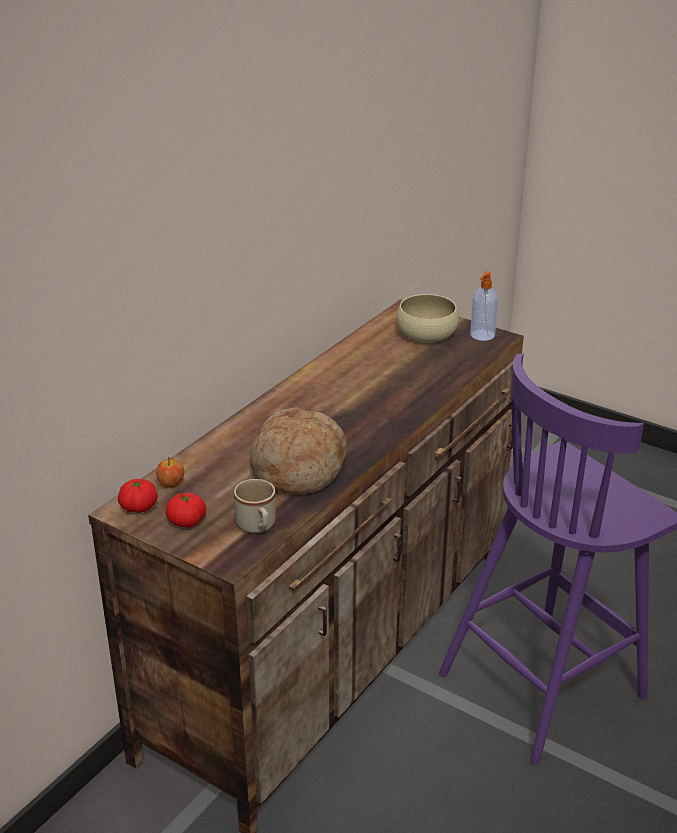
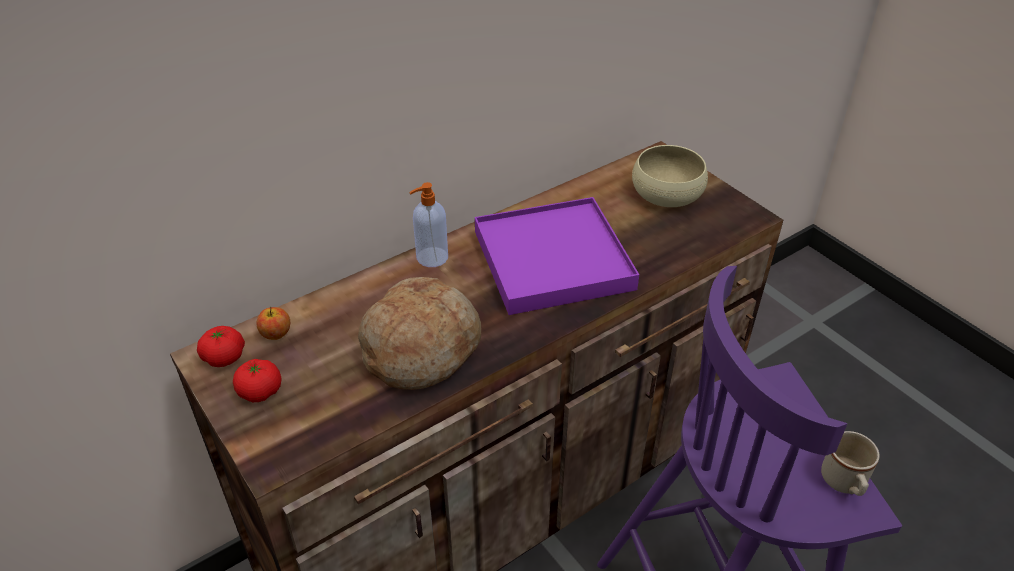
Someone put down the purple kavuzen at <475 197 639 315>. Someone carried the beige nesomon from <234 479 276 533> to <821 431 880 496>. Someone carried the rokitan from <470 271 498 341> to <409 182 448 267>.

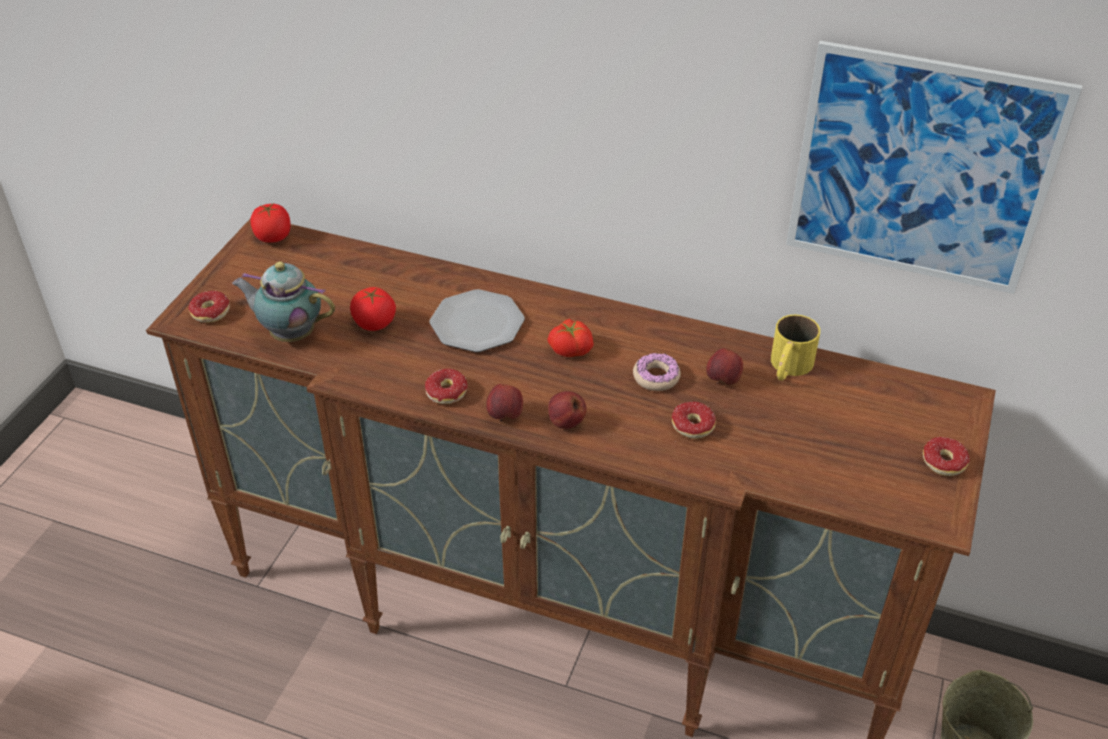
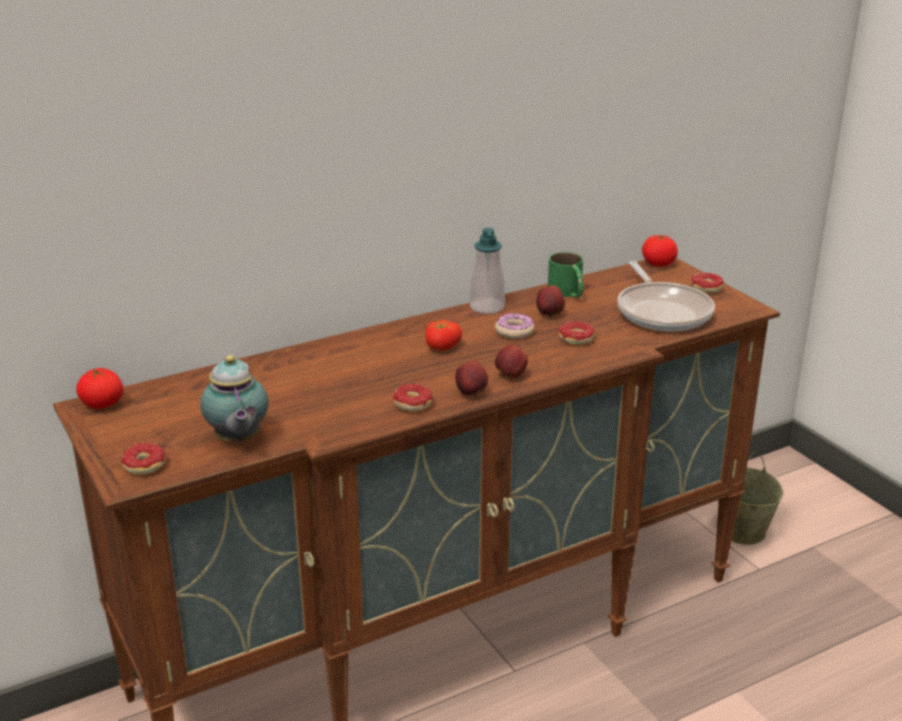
Someone took away the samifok at <430 289 525 352>. Someone took away the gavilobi at <786 41 1083 294>. Someone put down the rokitan at <470 228 505 314>. Someone put down the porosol at <617 261 715 331>. Someone carried the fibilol from <350 287 396 331> to <642 235 678 267>. Someone repainted the yellow nesomon at <771 314 820 380>, which became the green nesomon at <548 252 583 298>. Someone rotated the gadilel at <232 262 335 342> by 75 degrees counterclockwise.

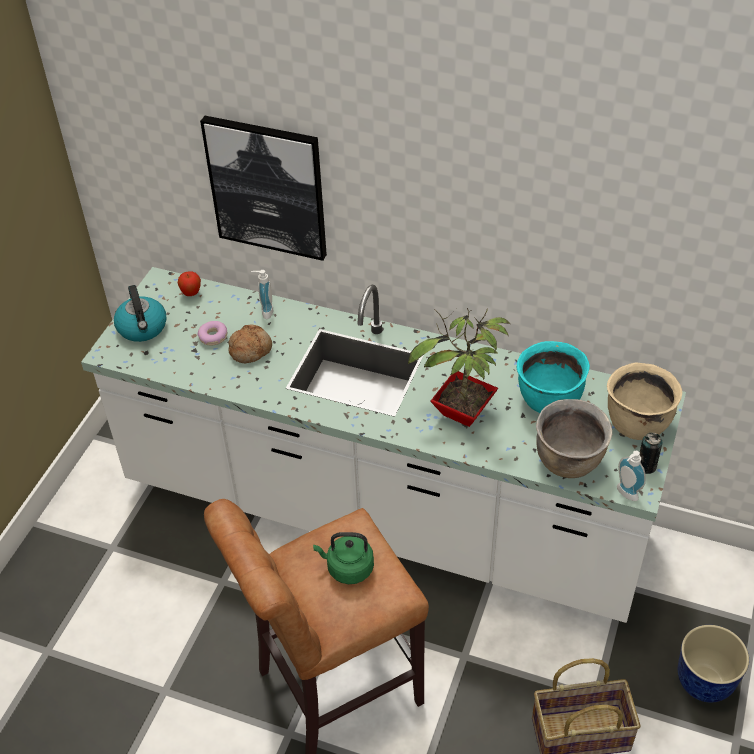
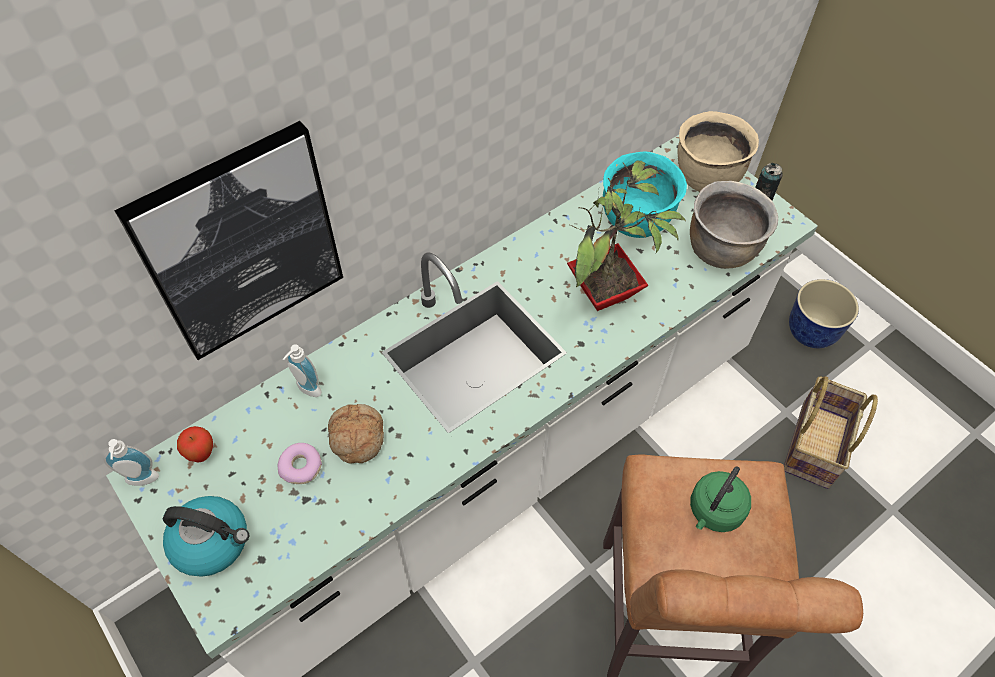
Someone carried the rokitan from <617 451 646 501> to <103 439 159 486>.

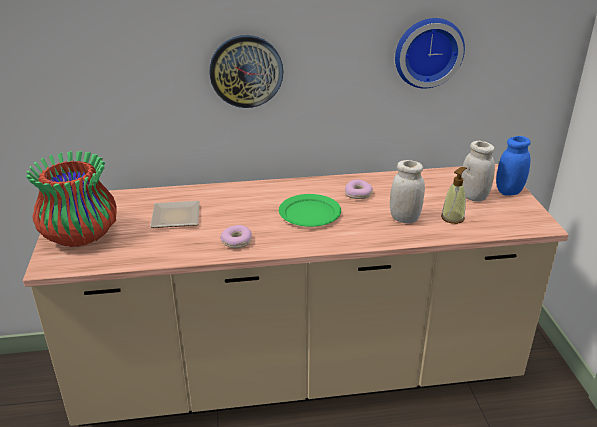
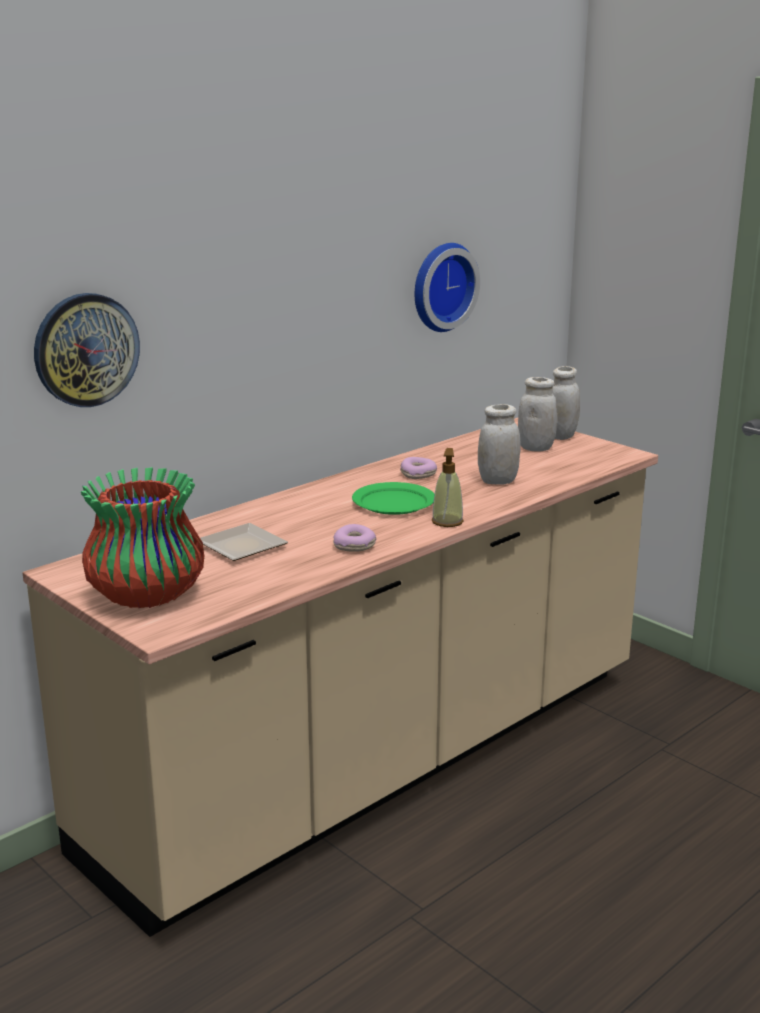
Someone carried the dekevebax from <210 35 283 108> to <34 293 140 407>. Someone carried the rokitan from <441 167 467 224> to <432 448 464 527>. Someone repainted the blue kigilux at <496 136 531 196>, which became the white kigilux at <552 366 580 440>.

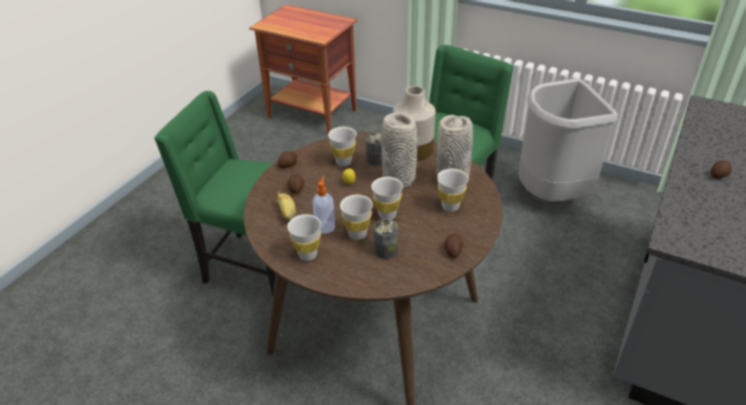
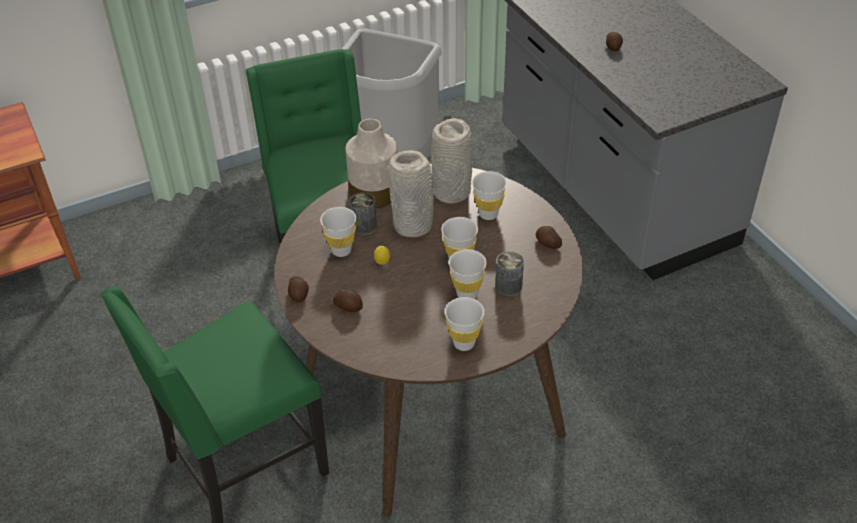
Someone took away the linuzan at <277 190 296 220>. Someone took away the rokitan at <313 176 335 234>.

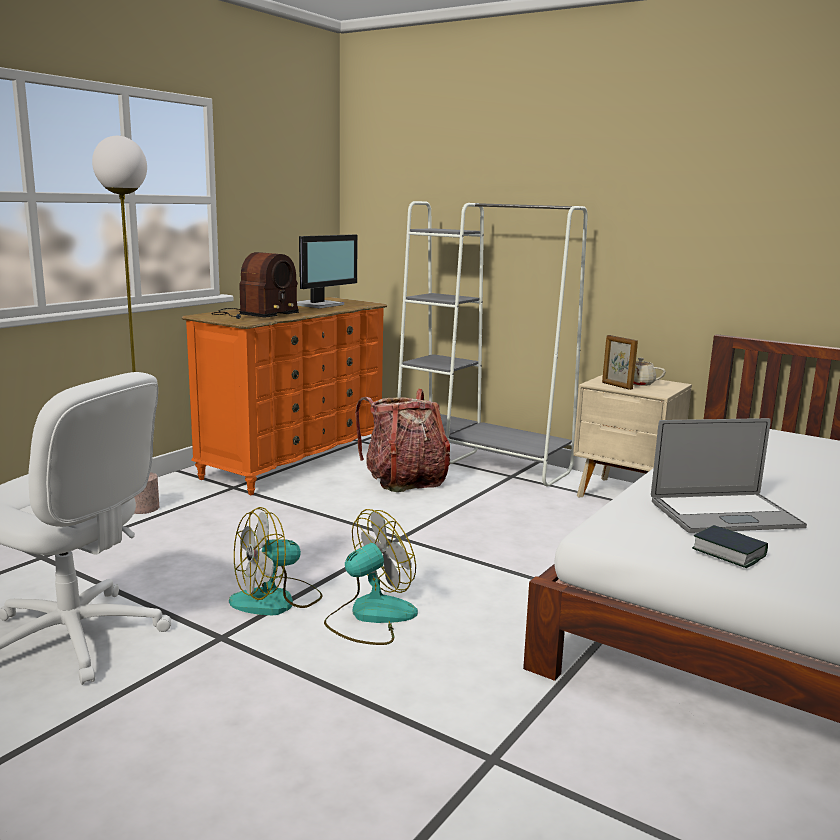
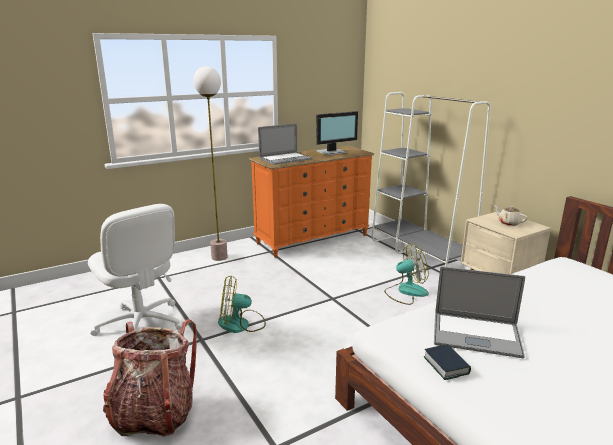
Someone took away the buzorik at <602 335 638 390>. Someone carried the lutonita from <324 509 418 645> to <384 244 429 305>. Someone carried the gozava from <355 389 450 492> to <103 319 197 437>. Someone swapped the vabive at <211 252 299 319> for the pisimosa at <258 123 313 165>.

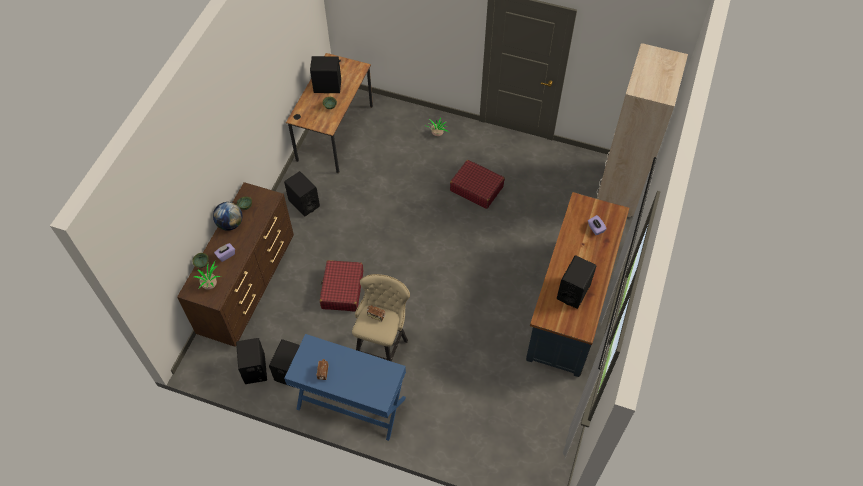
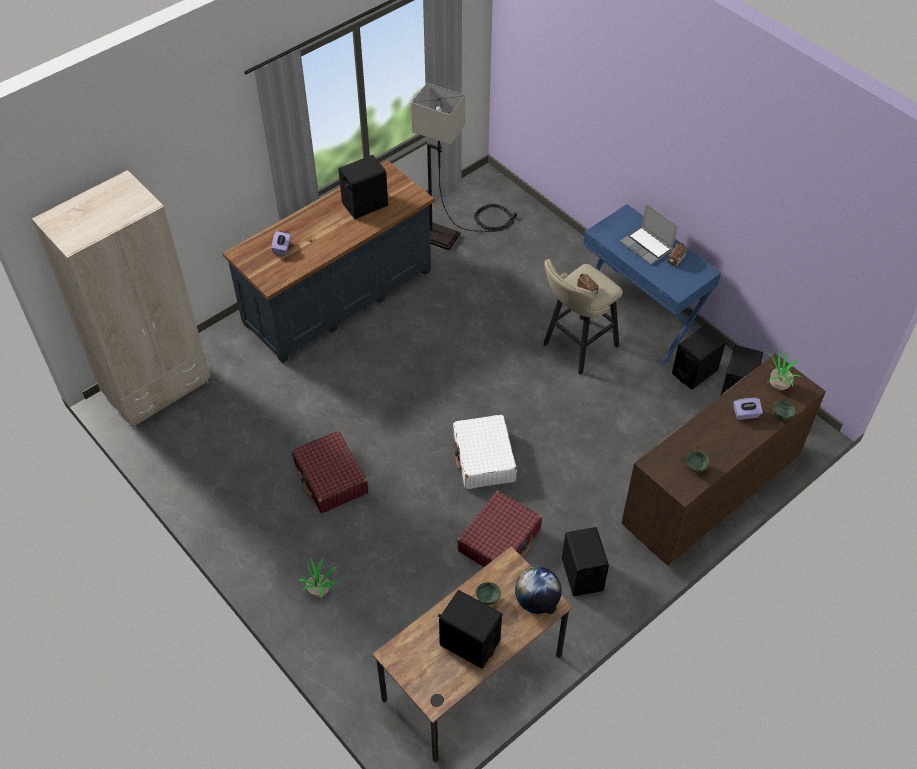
Someone put down the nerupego at <411 83 517 250>. Someone put down the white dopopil at <453 415 517 489>. Someone put down the pisimosa at <620 204 678 265>. Someone carried the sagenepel from <213 202 243 231> to <515 567 562 614>. Someone carried the red dopopil from <320 260 363 312> to <457 491 542 567>.

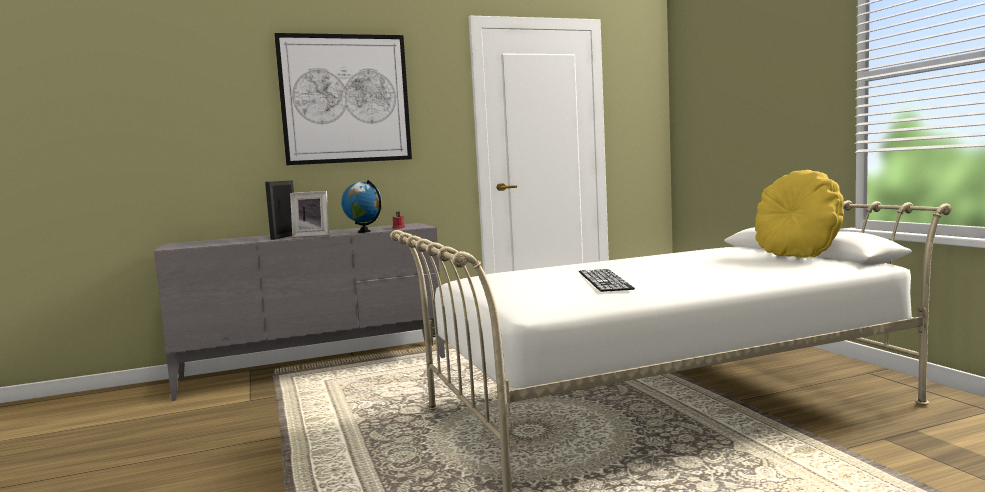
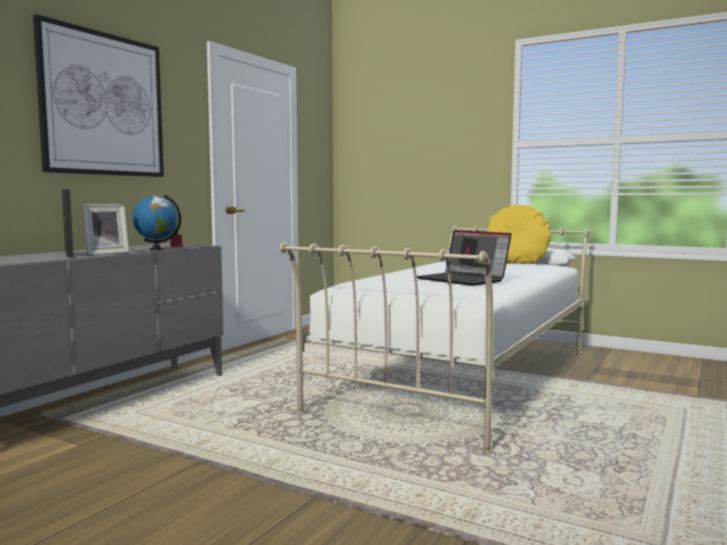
Someone swapped the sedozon at <579 269 635 292> for the pisimosa at <417 230 511 286>.

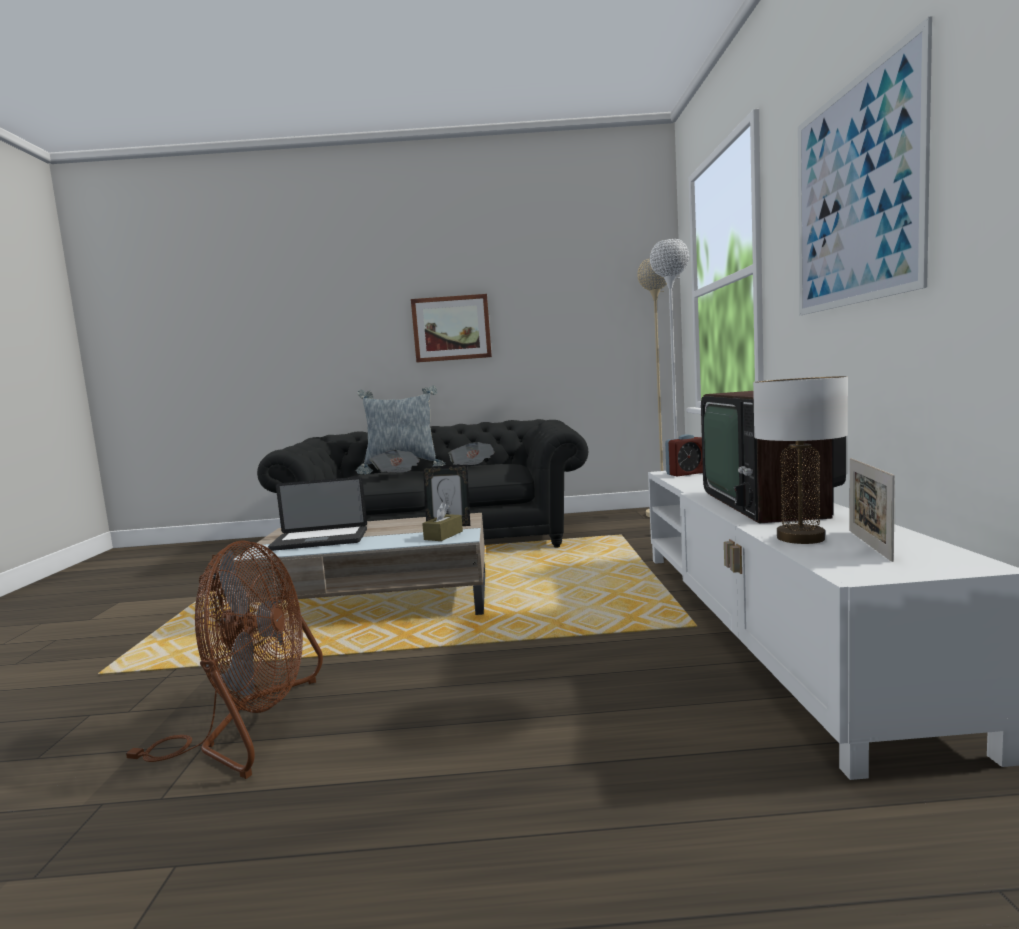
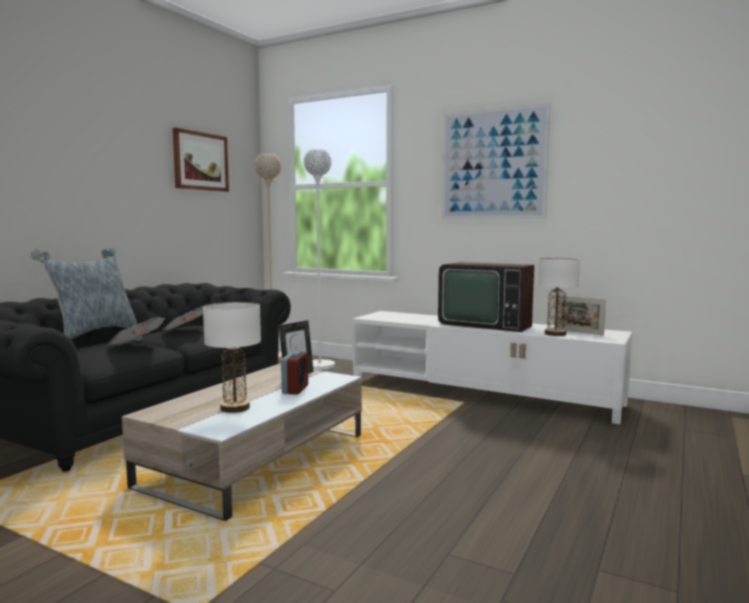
Someone took away the brown lutonita at <126 540 323 779>. Someone took away the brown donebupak at <422 503 463 541>. Someone carried the gavilobi from <411 294 492 363> to <173 127 229 192>. Someone carried the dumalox from <665 434 703 476> to <281 351 308 395>. Someone swapped the pisimosa at <268 477 367 551> for the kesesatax at <203 302 261 413>.

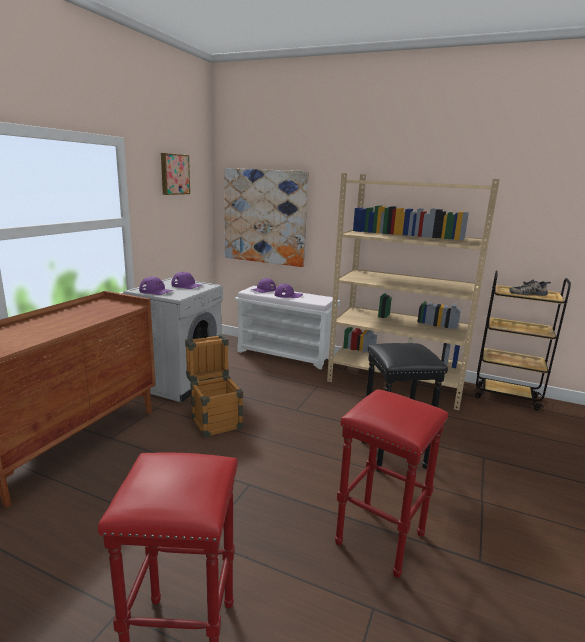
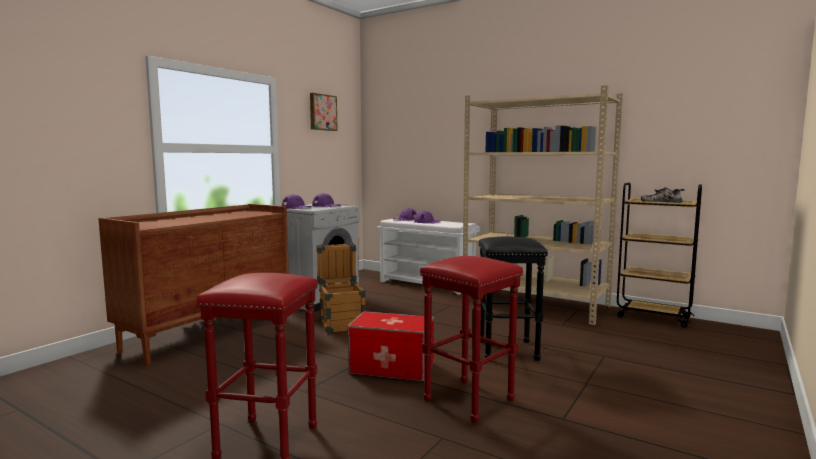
Someone took away the gavilobi at <224 168 309 267>. Someone put down the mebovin at <348 311 434 382>.

